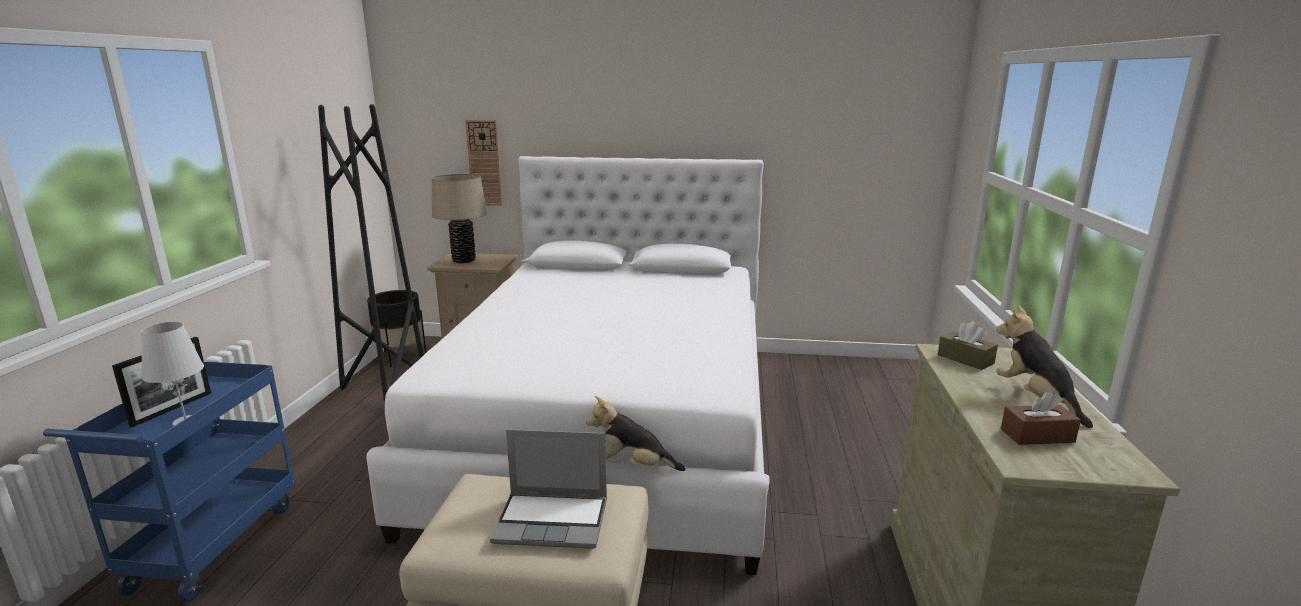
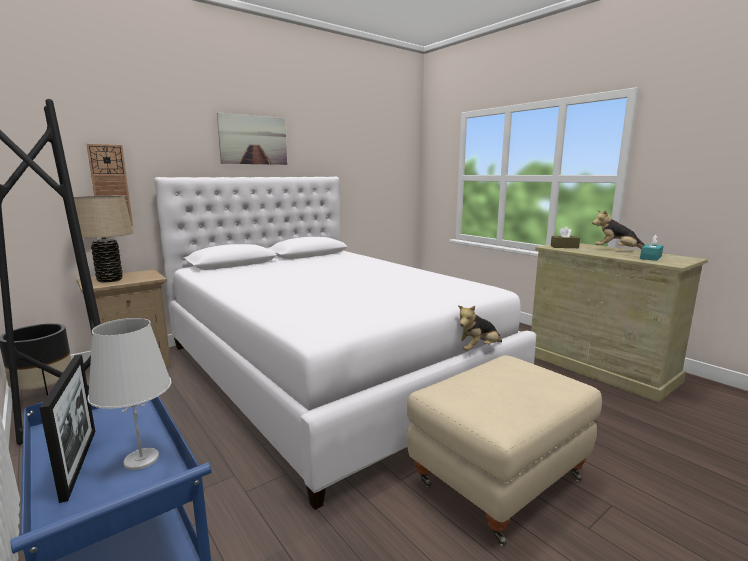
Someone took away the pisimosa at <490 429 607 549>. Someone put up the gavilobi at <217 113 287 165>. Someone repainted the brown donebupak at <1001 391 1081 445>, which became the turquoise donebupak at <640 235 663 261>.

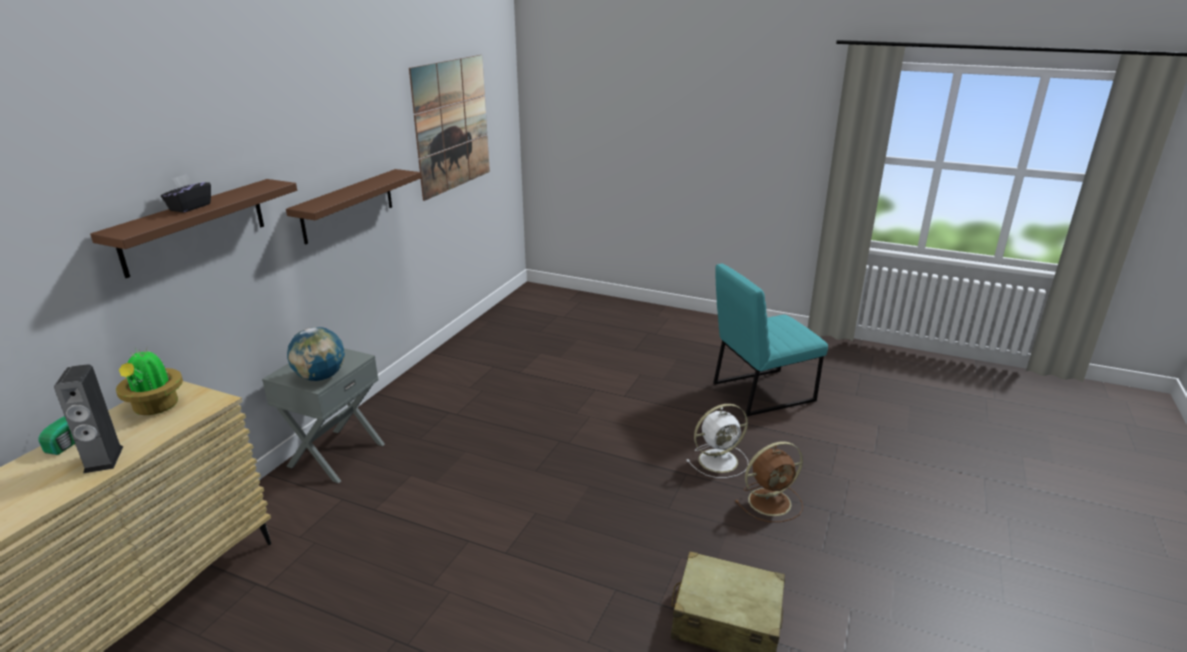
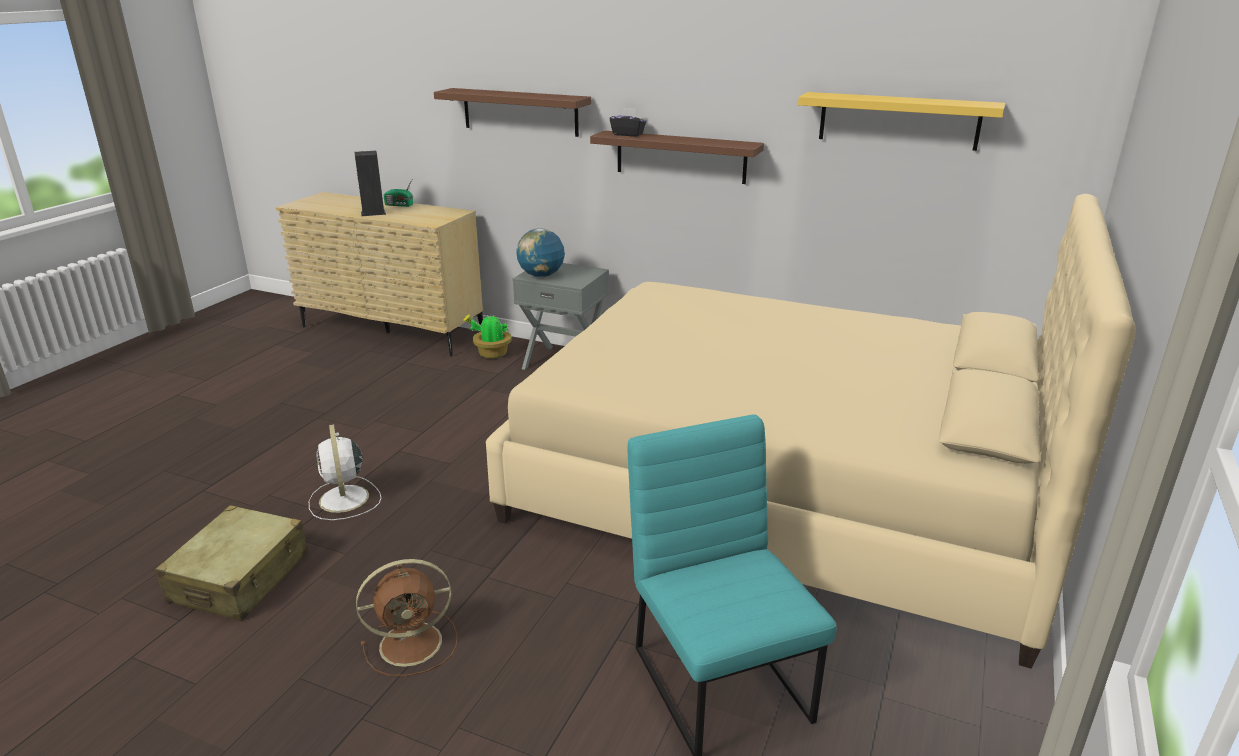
Someone put down the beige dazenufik at <486 194 1136 668>. Someone carried the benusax from <116 348 183 415> to <463 314 512 359>. Someone carried the black donebupak from <161 174 211 213> to <610 107 646 137>. Someone carried the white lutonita from <686 404 748 478> to <309 424 381 520>. Someone swapped the gavilobi at <409 55 490 201> for the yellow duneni at <798 92 1005 151>. Someone rotated the brown lutonita at <735 441 803 522> by 90 degrees counterclockwise.

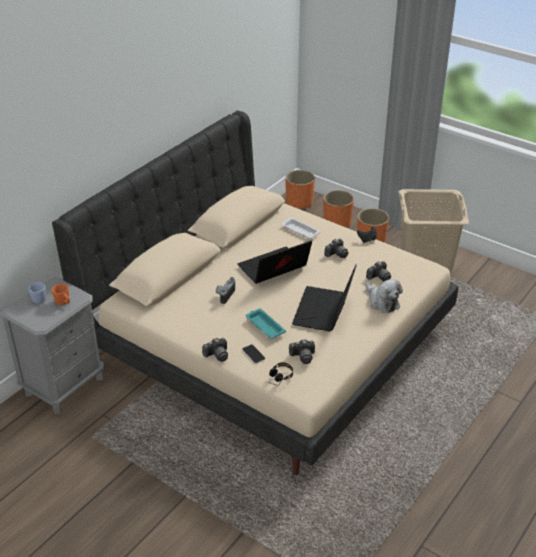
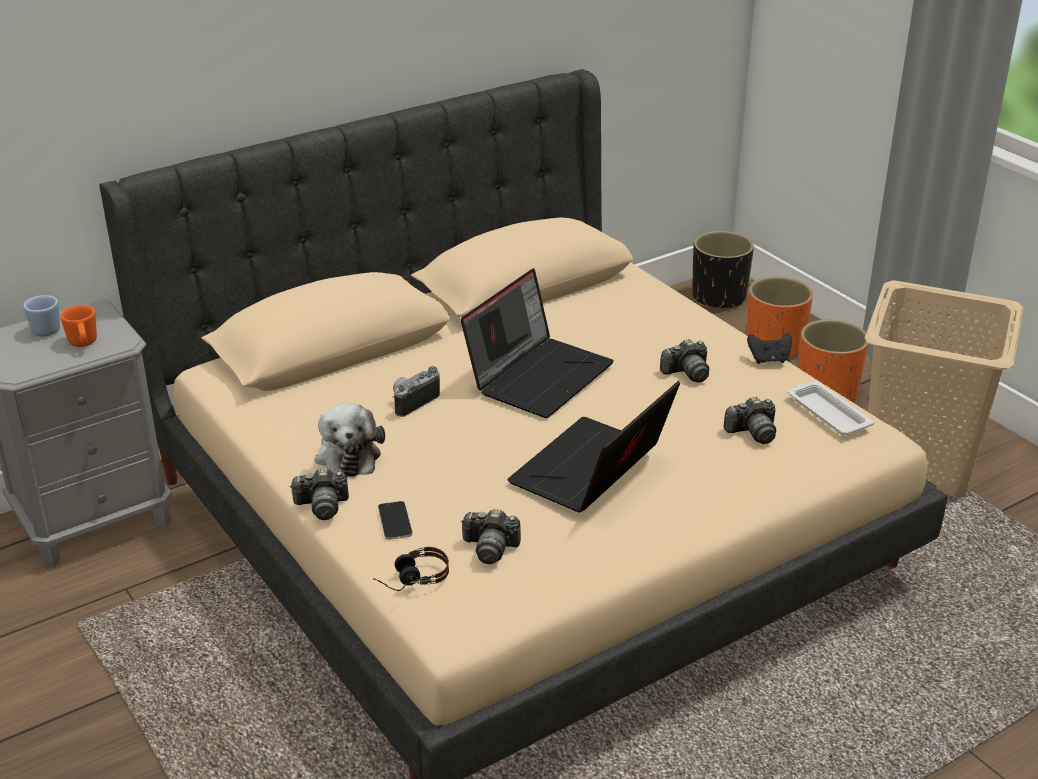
Someone took away the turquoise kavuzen at <246 309 286 339>. Someone carried the white kavuzen from <281 218 321 239> to <787 381 874 435>. Someone carried the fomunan from <366 279 403 313> to <315 403 385 477>. Someone repainted the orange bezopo at <285 170 315 209>, which became the black bezopo at <692 231 754 308>. Someone rotated the pisimosa at <237 240 312 284> by 135 degrees clockwise.

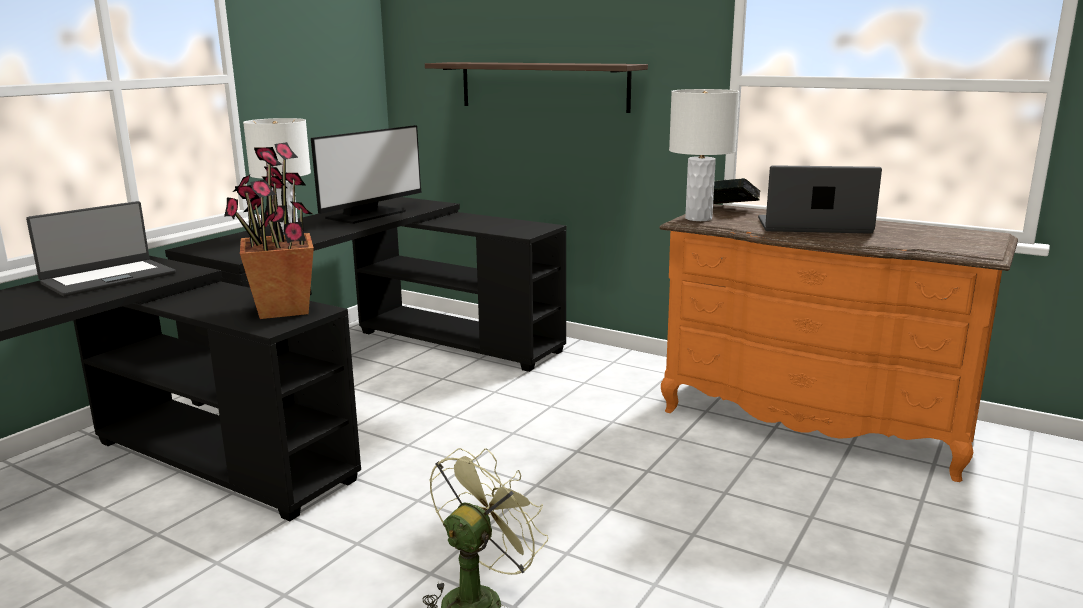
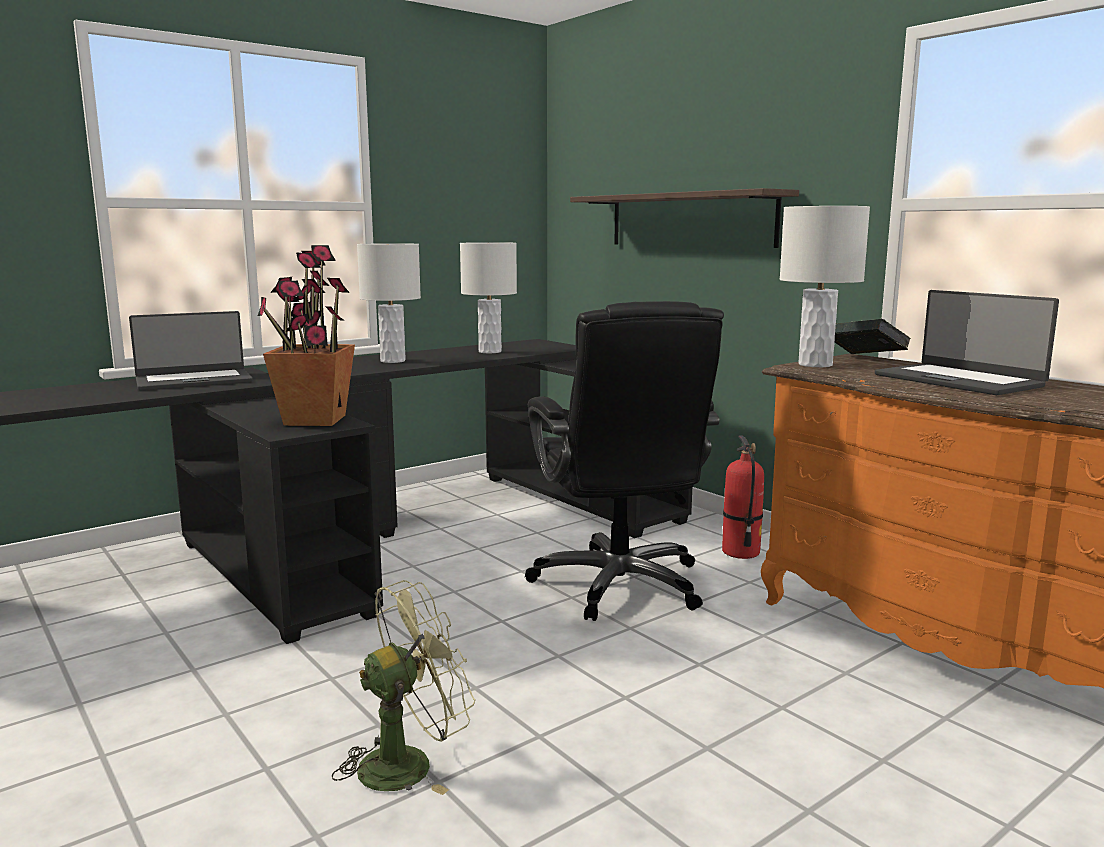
Someone put down the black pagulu at <525 301 724 621>. Someone put down the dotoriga at <722 435 764 559>. Someone swapped the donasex at <311 125 421 224> for the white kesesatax at <460 242 517 353>. Someone rotated the pisimosa at <758 165 882 234> by 150 degrees counterclockwise.

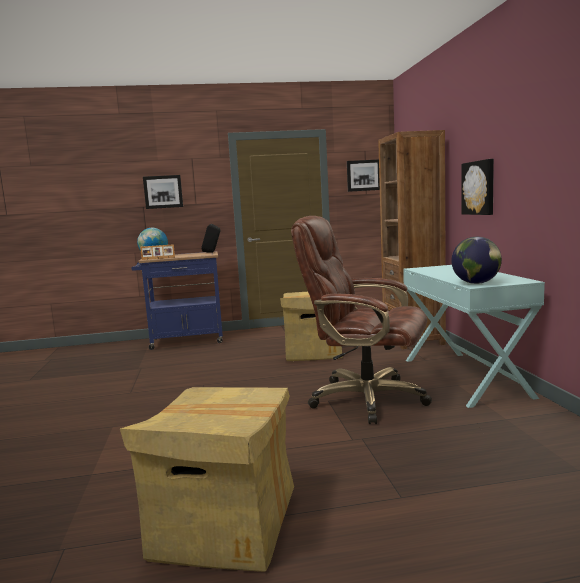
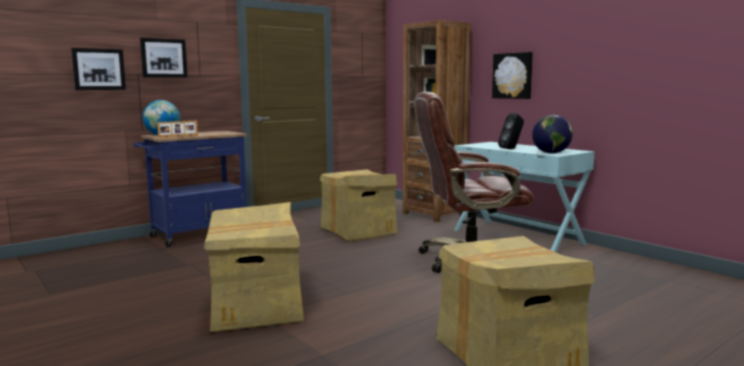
Someone put down the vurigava at <204 202 304 332>. Someone carried the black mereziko from <201 224 220 253> to <498 113 524 149>. Someone carried the gavilobi from <347 159 380 192> to <71 48 126 90>.

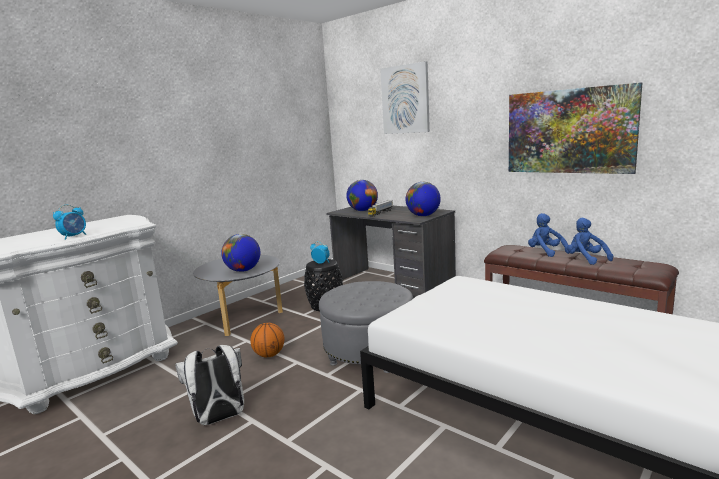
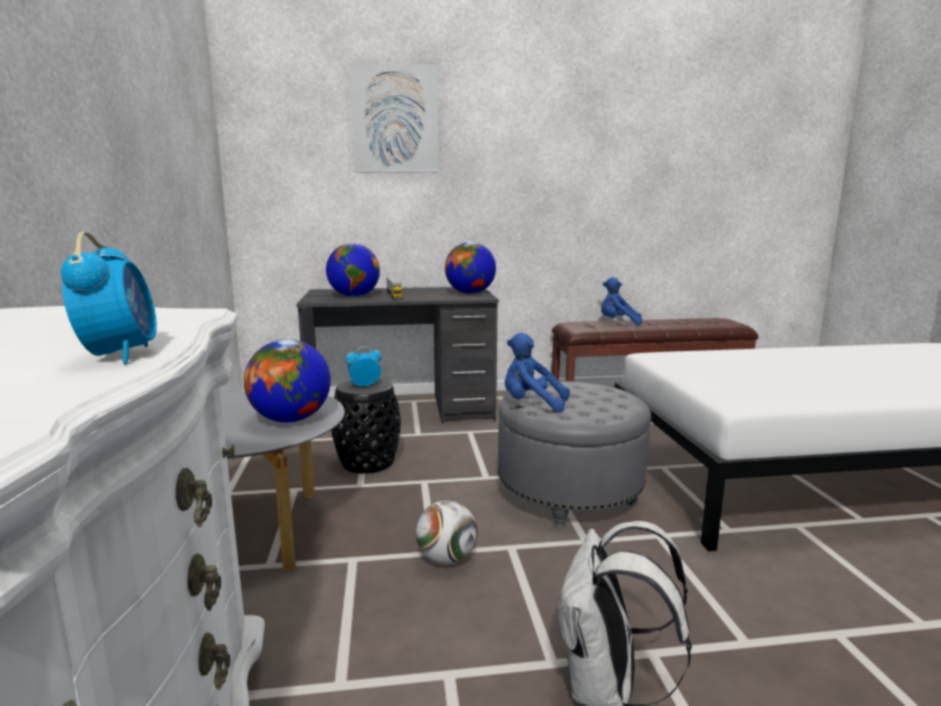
Someone took away the gavilobi at <509 82 643 174>. Someone carried the blue fomunan from <567 218 613 265> to <505 333 570 412>. Someone swapped the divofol at <250 323 285 358> for the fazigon at <416 500 478 565>.

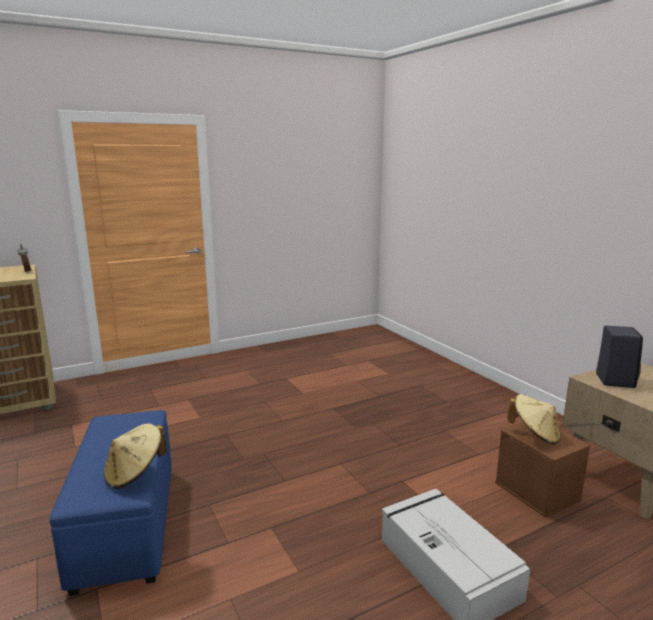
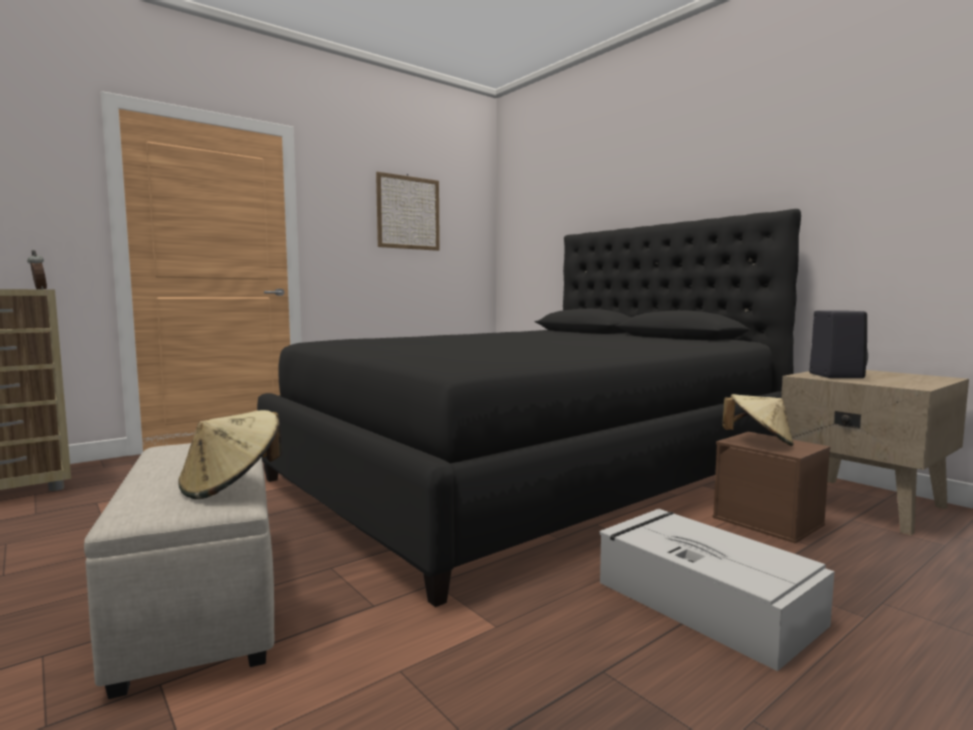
Someone put down the black dazenufik at <257 209 801 607>. Someone put up the gavilobi at <376 172 440 251>. Someone repainted the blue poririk at <50 410 172 596>, which became the beige poririk at <84 443 274 699>.

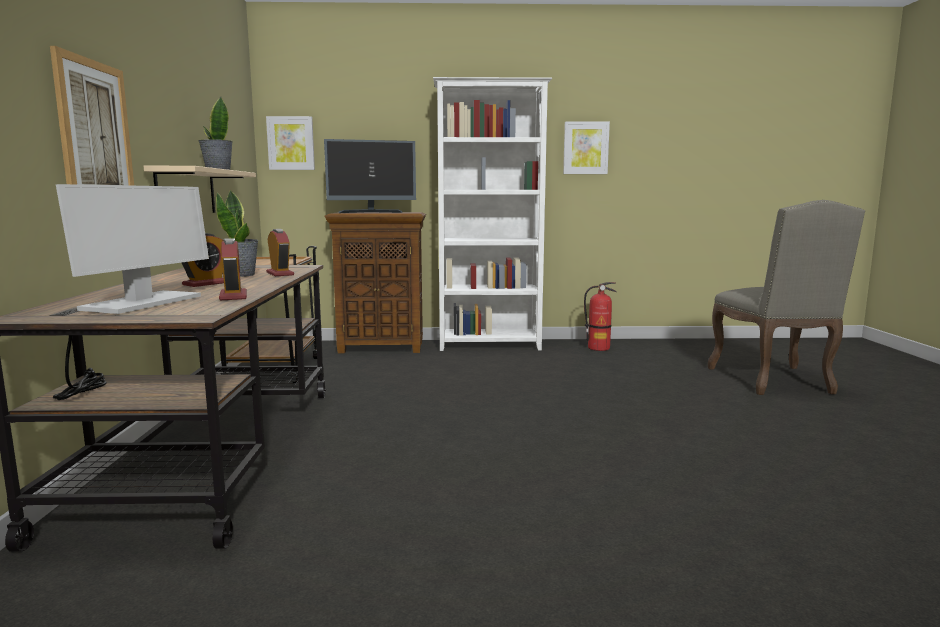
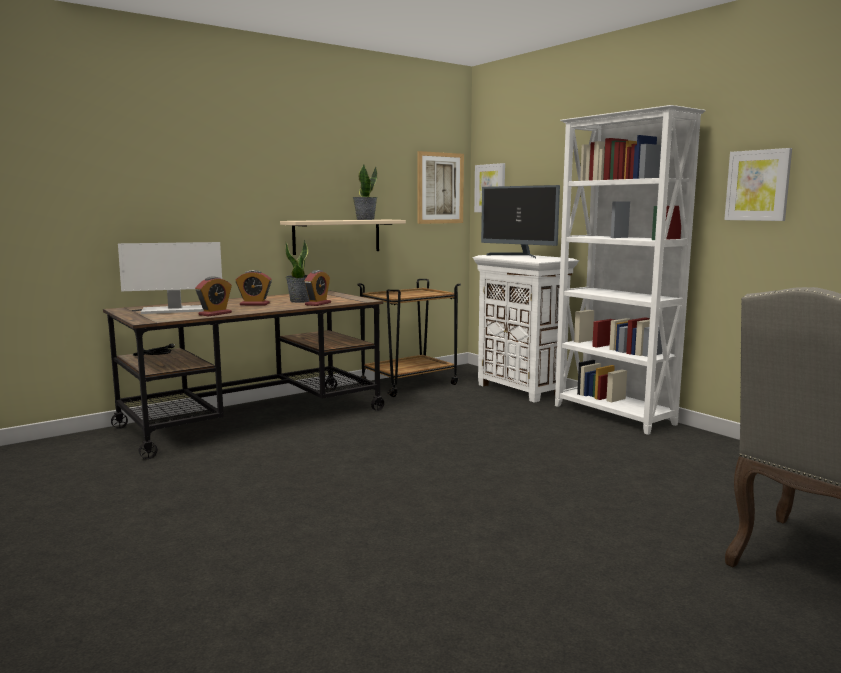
Someone took away the dotoriga at <584 282 617 351>. Someone carried the gavilobi from <50 46 134 186> to <417 151 464 224>. Someone repainted the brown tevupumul at <324 212 426 354>, which became the white tevupumul at <472 255 579 403>.

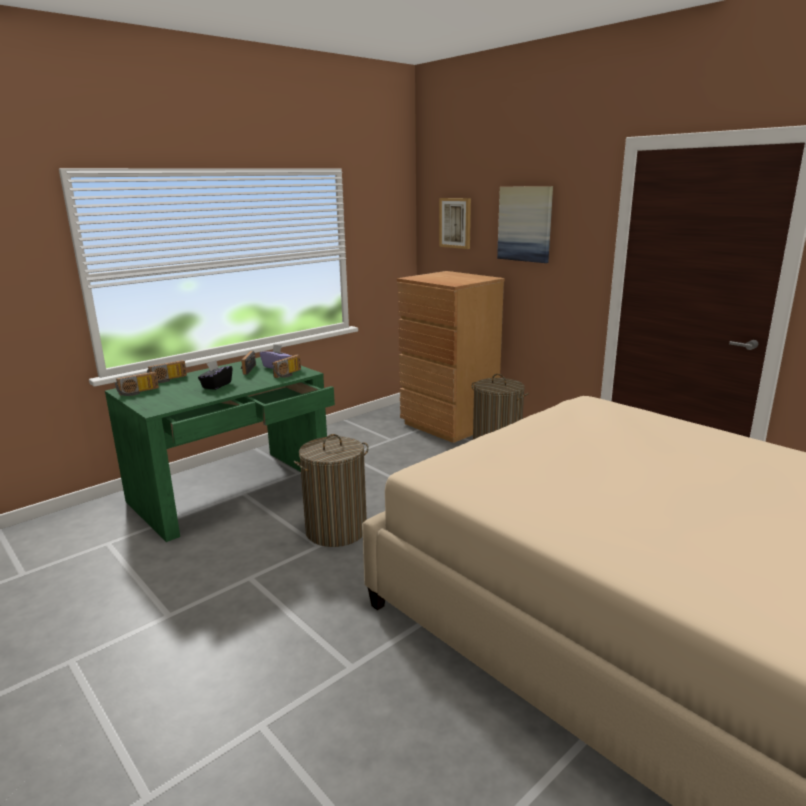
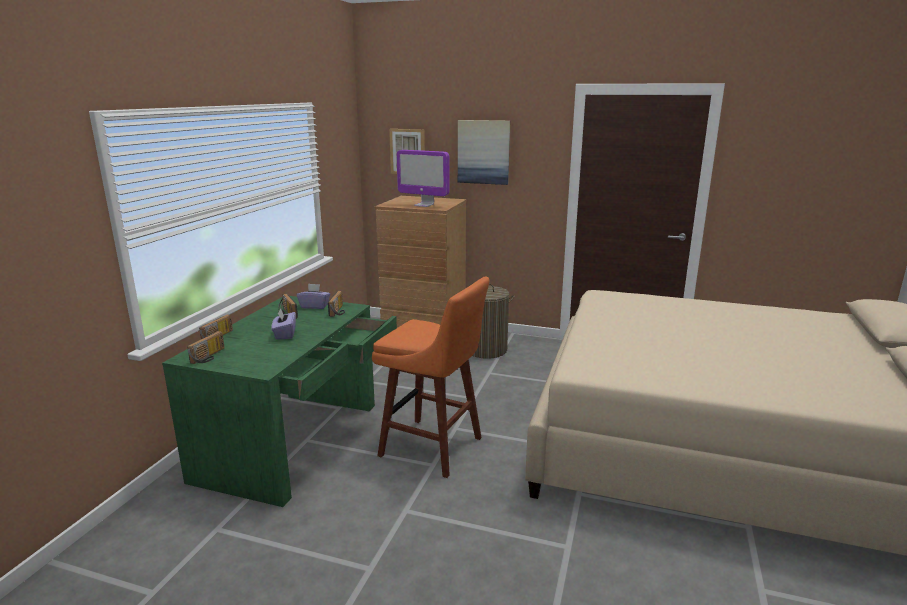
Someone put down the donasex at <397 150 450 207>. Someone swapped the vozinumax at <294 434 369 547> for the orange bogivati at <372 276 489 478>. Someone repainted the black donebupak at <198 360 233 390>, which became the purple donebupak at <271 308 296 340>.

